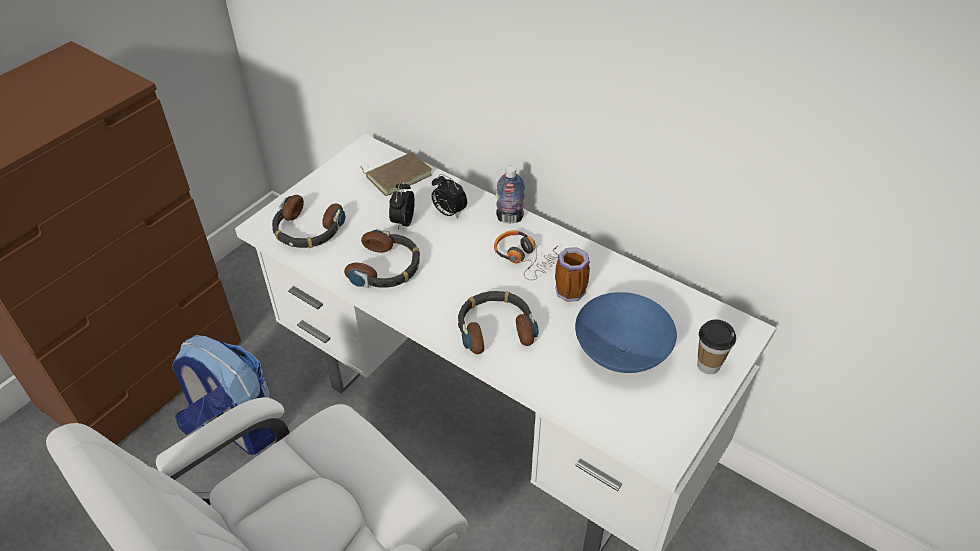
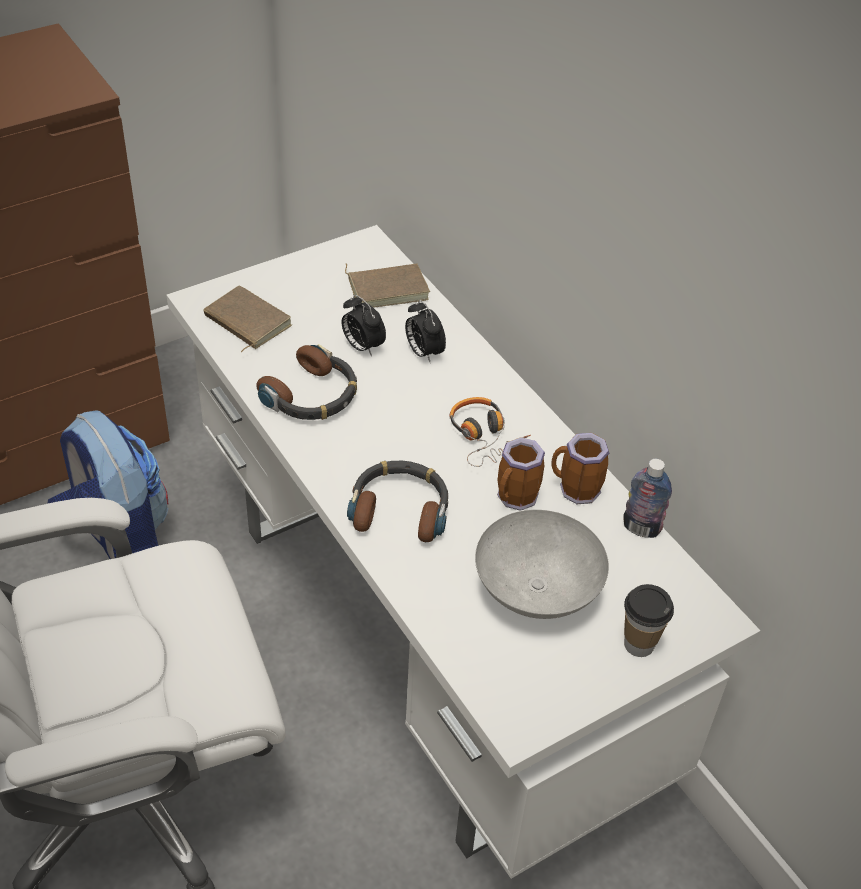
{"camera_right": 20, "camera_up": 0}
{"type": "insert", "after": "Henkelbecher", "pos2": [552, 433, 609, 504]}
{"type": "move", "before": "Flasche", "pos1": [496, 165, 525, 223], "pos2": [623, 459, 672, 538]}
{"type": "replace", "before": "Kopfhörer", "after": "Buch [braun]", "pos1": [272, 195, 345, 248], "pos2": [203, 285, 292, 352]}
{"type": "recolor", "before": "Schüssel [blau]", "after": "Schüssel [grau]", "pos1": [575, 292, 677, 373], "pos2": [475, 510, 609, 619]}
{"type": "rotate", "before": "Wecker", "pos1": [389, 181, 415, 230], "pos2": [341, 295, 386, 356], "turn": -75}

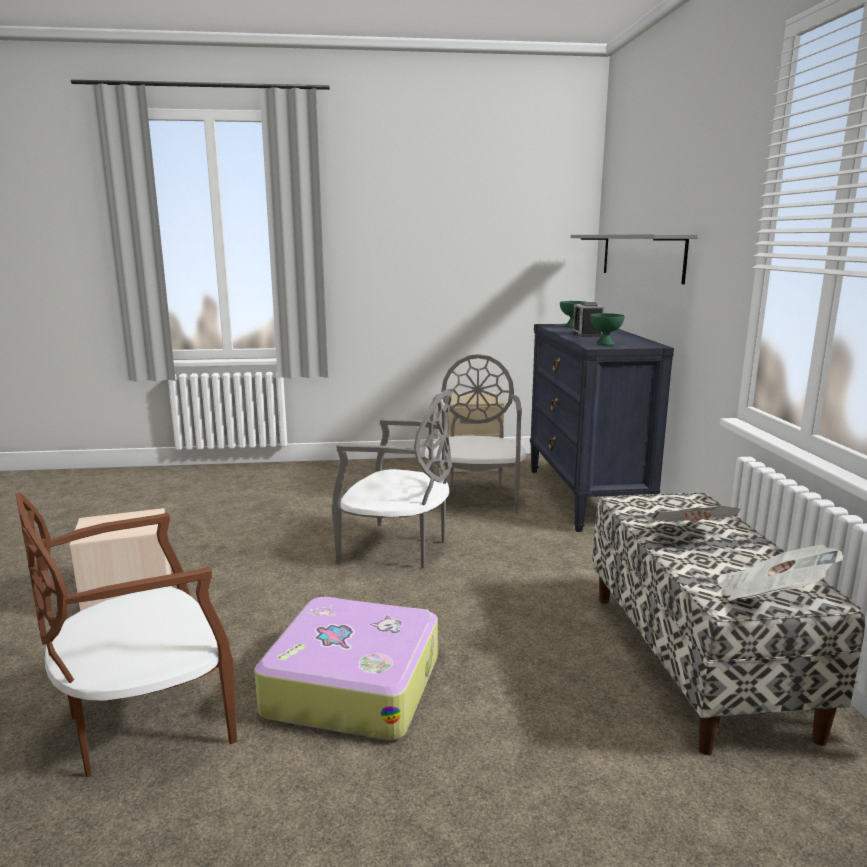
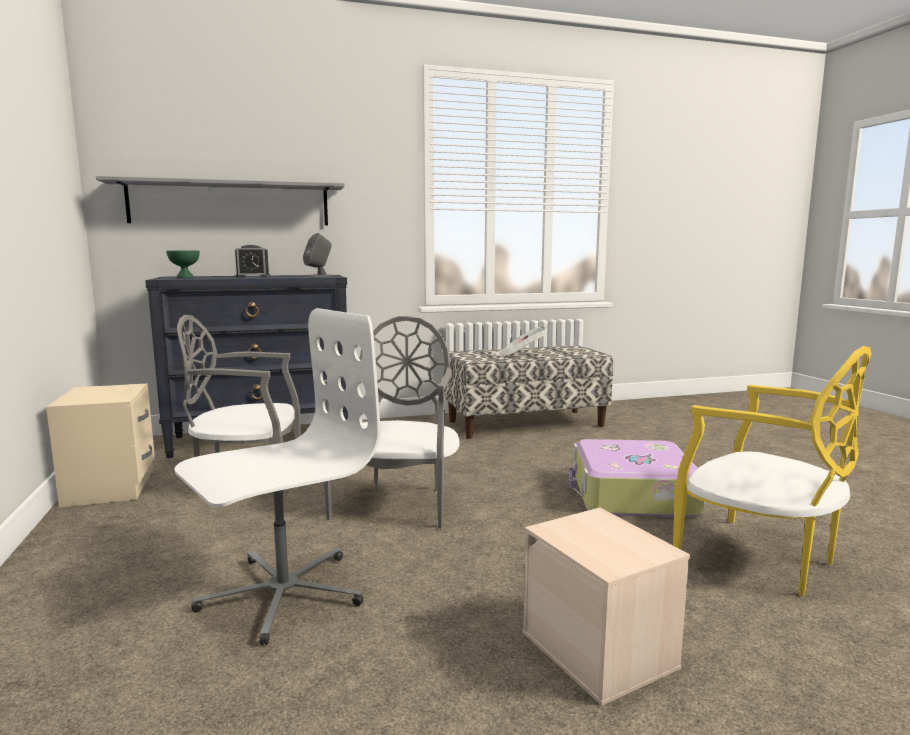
{"camera_right": -100, "camera_up": -5}
{"type": "delete", "before": "Zeitung", "pos1": [717, 545, 843, 601]}
{"type": "insert", "after": "Bürostuhl [weiß]", "pos2": [174, 308, 380, 645]}
{"type": "replace", "before": "Schüssel [grün]", "after": "Lautsprecher [grau]", "pos1": [590, 313, 625, 346], "pos2": [303, 233, 332, 277]}
{"type": "recolor", "before": "Stuhl [braun]", "after": "Stuhl [gelb]", "pos1": [15, 492, 237, 777], "pos2": [673, 346, 871, 596]}

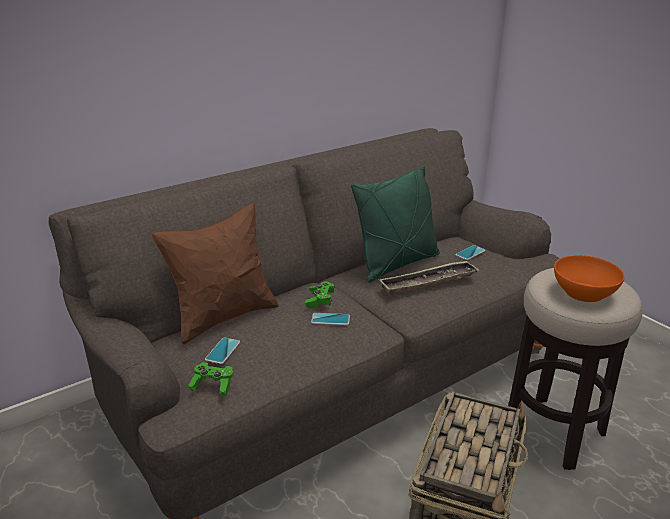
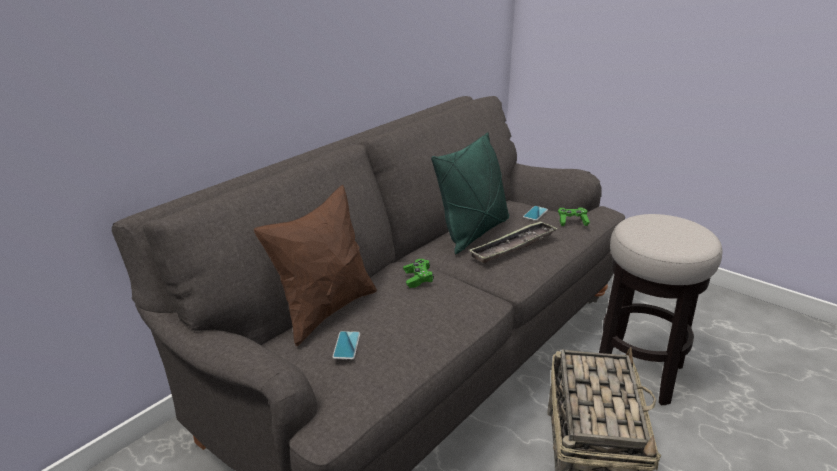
{"camera_right": -15, "camera_up": 0}
{"type": "delete", "before": "Handy", "pos1": [311, 313, 350, 325]}
{"type": "delete", "before": "Schüssel [orange]", "pos1": [554, 255, 625, 302]}
{"type": "move", "before": "Gamepad [grün]", "pos1": [188, 362, 234, 396], "pos2": [558, 207, 590, 226]}

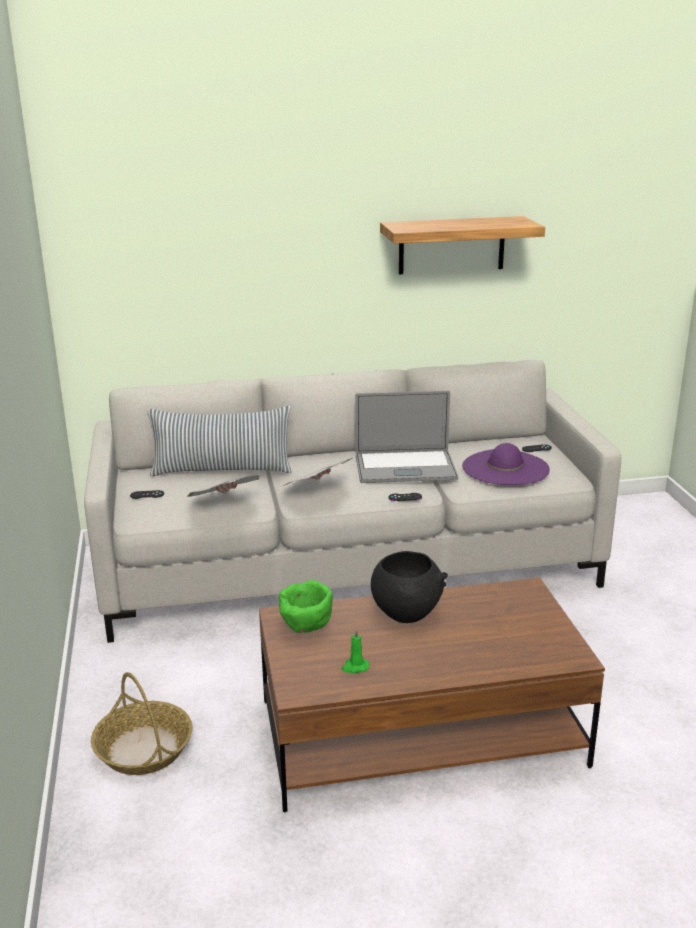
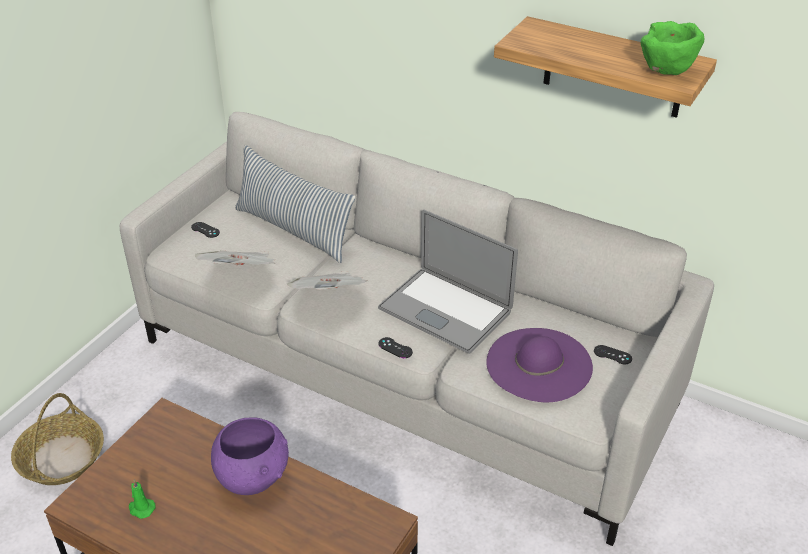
{"camera_right": 40, "camera_up": 15}
{"type": "move", "before": "Schüssel [grün]", "pos1": [279, 580, 333, 633], "pos2": [640, 21, 704, 75]}
{"type": "recolor", "before": "Schüssel [schwarz]", "after": "Schüssel [lila]", "pos1": [371, 551, 448, 623], "pos2": [211, 417, 289, 495]}

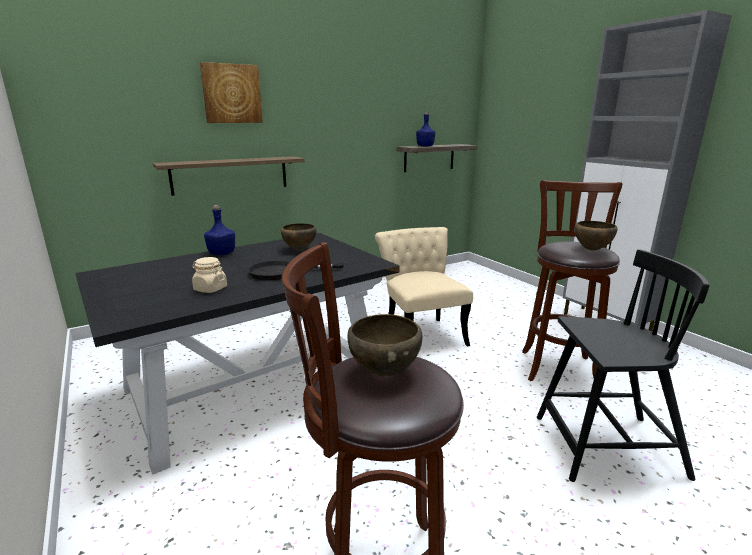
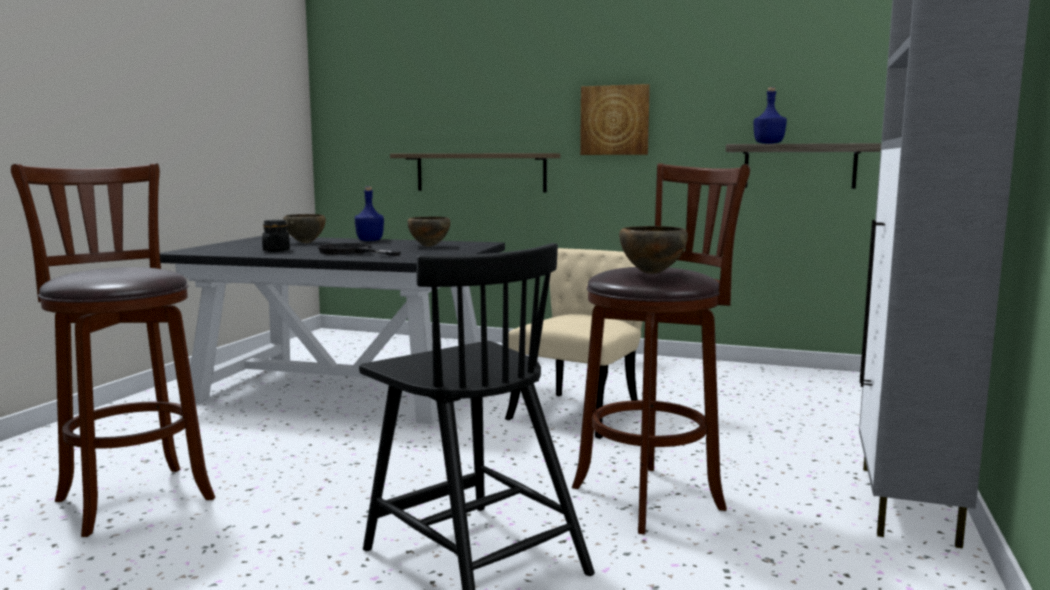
{"camera_right": 50, "camera_up": -10}
{"type": "move", "before": "Bild", "pos1": [200, 62, 263, 123], "pos2": [580, 84, 650, 155]}
{"type": "move", "before": "Schüssel [braun]", "pos1": [348, 314, 422, 376], "pos2": [283, 214, 326, 243]}
{"type": "recolor", "before": "Vorratsglas [beige]", "after": "Vorratsglas [schwarz]", "pos1": [192, 257, 227, 293], "pos2": [262, 220, 290, 252]}

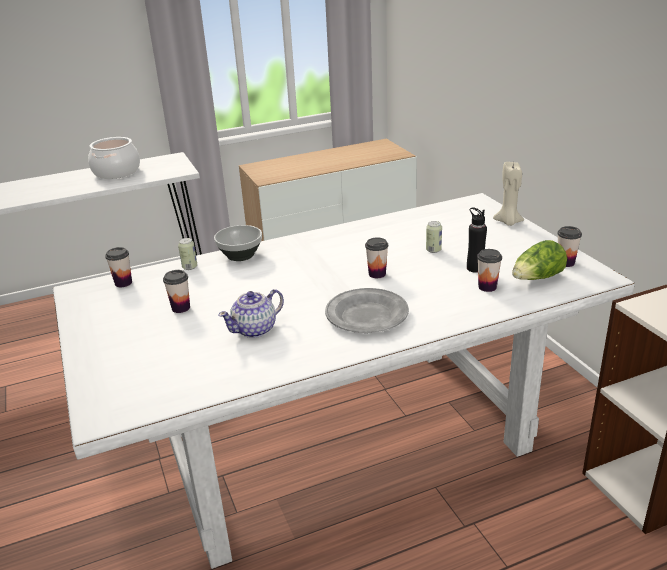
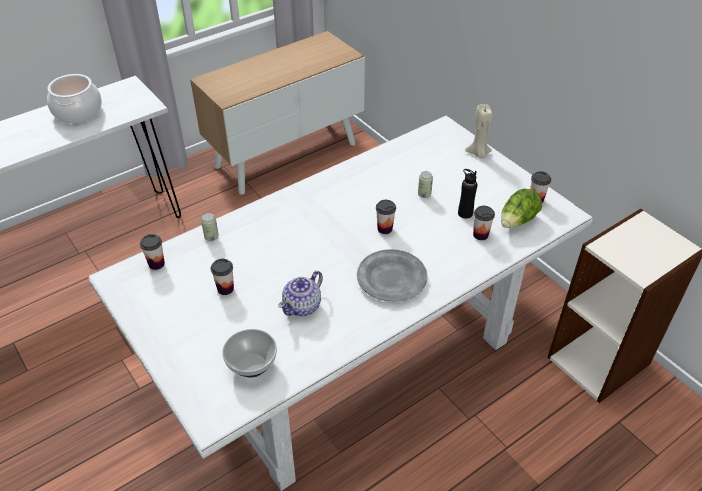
{"camera_right": -15, "camera_up": 15}
{"type": "move", "before": "Schüssel", "pos1": [214, 225, 262, 261], "pos2": [222, 329, 277, 378]}

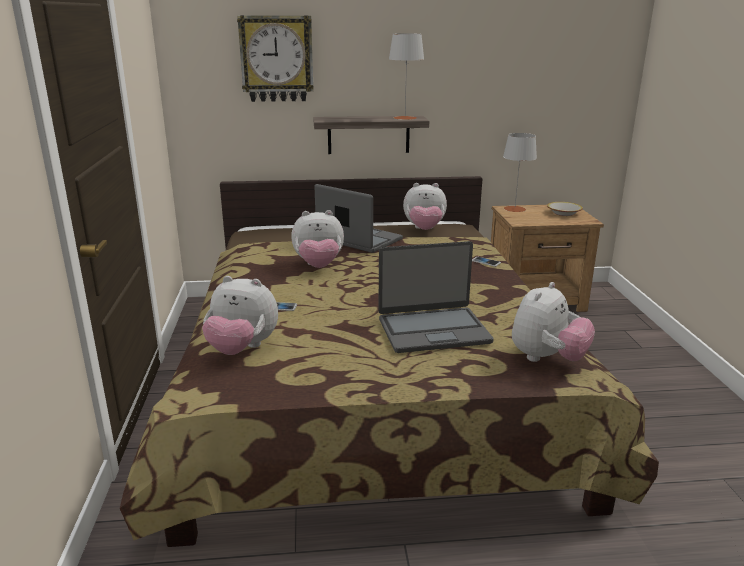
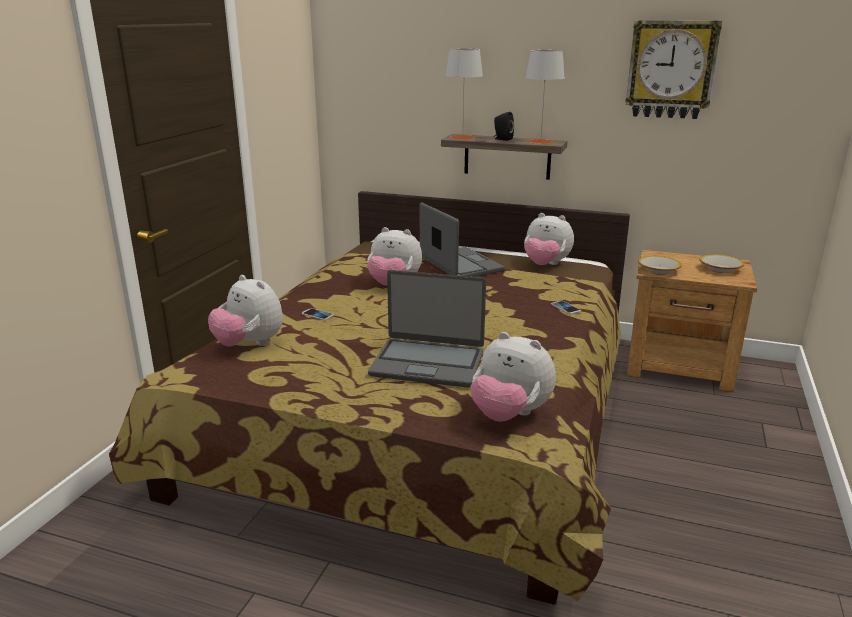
{"camera_right": 25, "camera_up": 0}
{"type": "insert", "after": "Lautsprecher [schwarz]", "pos2": [493, 112, 514, 141]}
{"type": "insert", "after": "Schüssel", "pos2": [638, 256, 682, 275]}
{"type": "move", "before": "Wanduhr", "pos1": [237, 15, 314, 102], "pos2": [626, 20, 722, 119]}
{"type": "move", "before": "Tischlampe [grau]", "pos1": [503, 133, 537, 212], "pos2": [445, 49, 483, 139]}
{"type": "rotate", "before": "Plüschtier", "pos1": [512, 282, 595, 362], "pos2": [471, 332, 556, 422], "turn": 60}

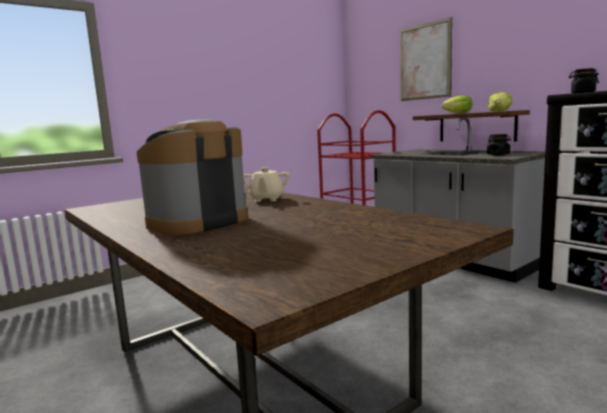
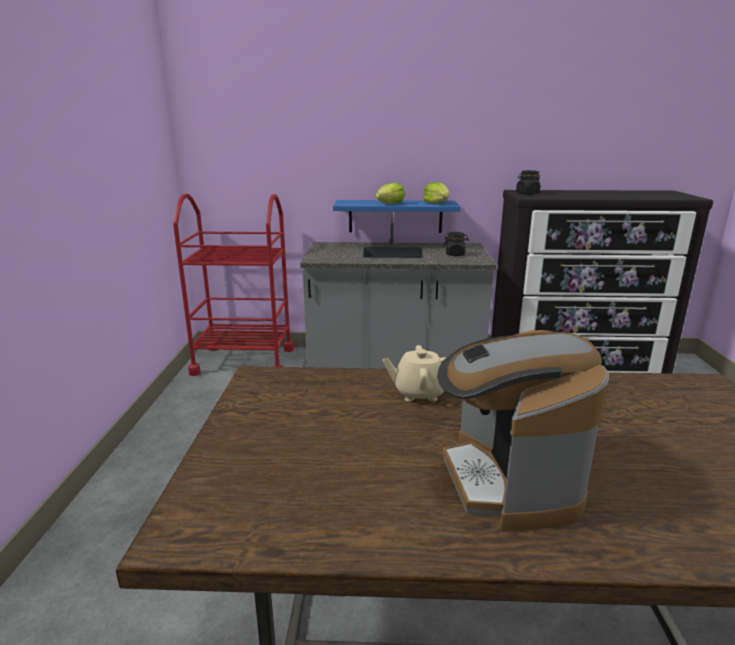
{"camera_right": -50, "camera_up": 10}
{"type": "delete", "before": "Bild", "pos1": [400, 17, 452, 101]}
{"type": "recolor", "before": "Wandregal [braun]", "after": "Wandregal [blau]", "pos1": [413, 110, 530, 141], "pos2": [333, 200, 460, 233]}
{"type": "rotate", "before": "Teekanne [beige]", "pos1": [243, 167, 290, 202], "pos2": [383, 345, 447, 402], "turn": 135}

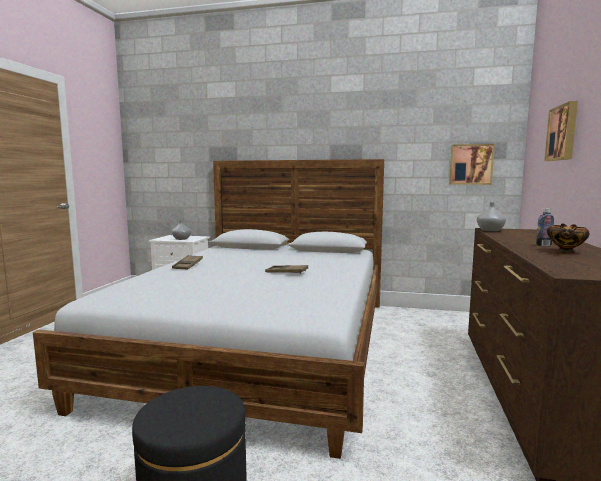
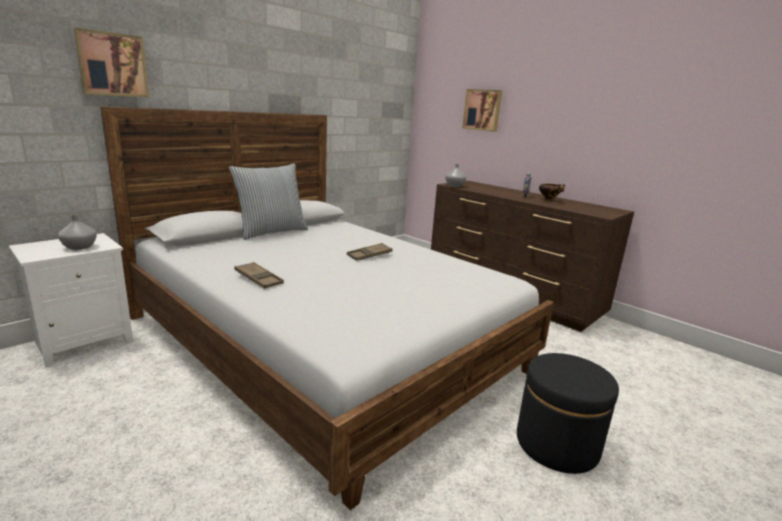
{"camera_right": -60, "camera_up": 10}
{"type": "insert", "after": "Kissen", "pos2": [229, 163, 308, 240]}
{"type": "move", "before": "Bild", "pos1": [449, 144, 495, 185], "pos2": [73, 28, 149, 97]}

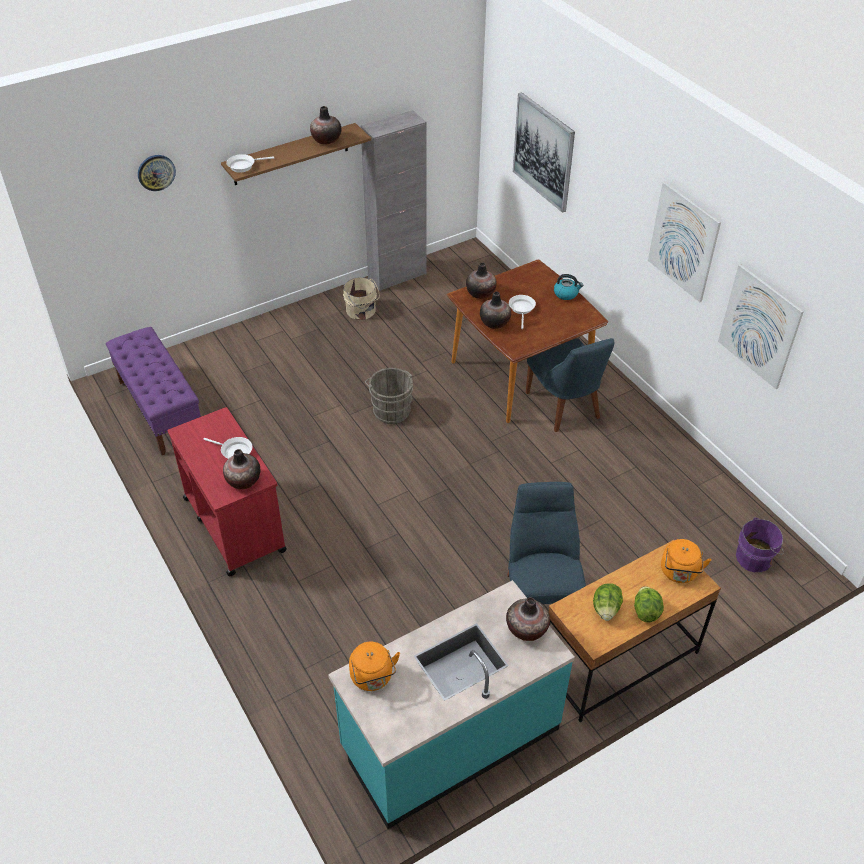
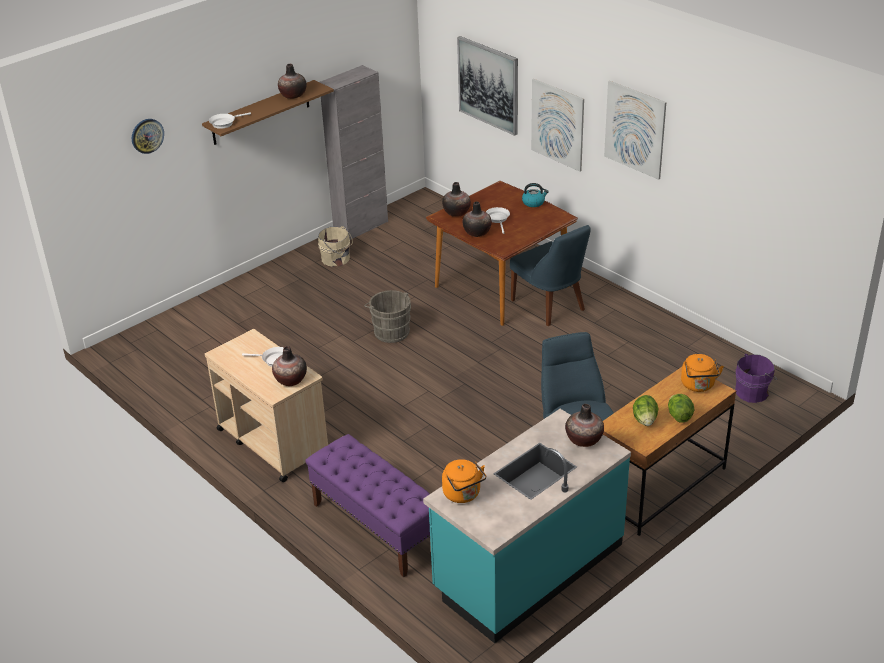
{"camera_right": -10, "camera_up": -10}
{"type": "move", "before": "Bank [lila]", "pos1": [106, 327, 201, 455], "pos2": [305, 434, 430, 577]}
{"type": "move", "before": "Bild", "pos1": [718, 264, 804, 389], "pos2": [531, 79, 584, 172]}
{"type": "recolor", "before": "Rollwagen [rot]", "after": "Rollwagen [beige]", "pos1": [167, 407, 287, 576], "pos2": [205, 329, 328, 482]}

